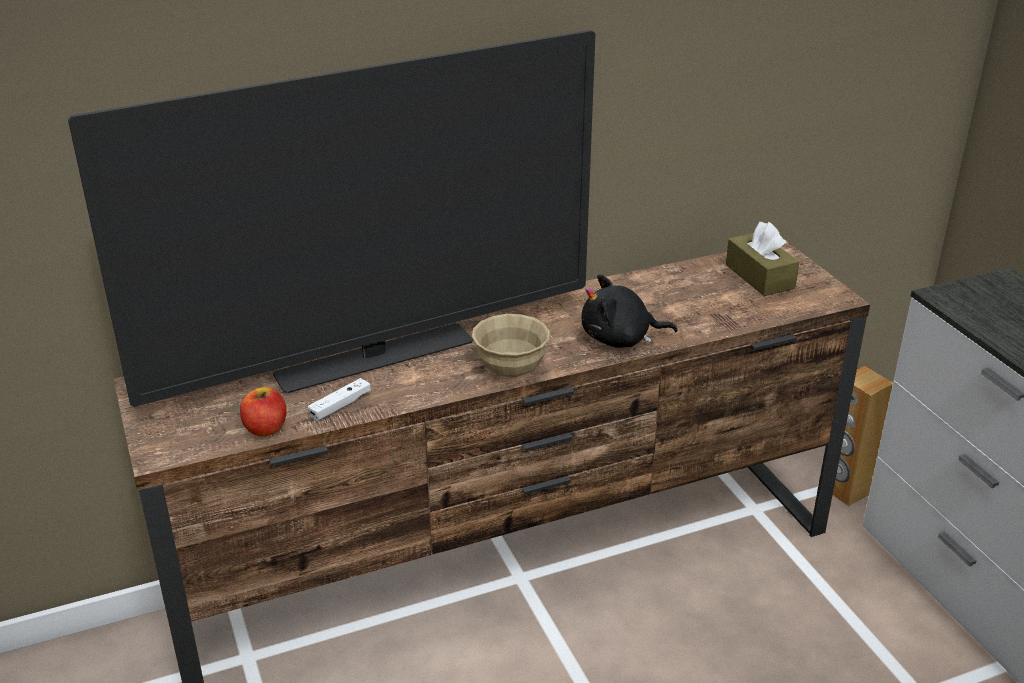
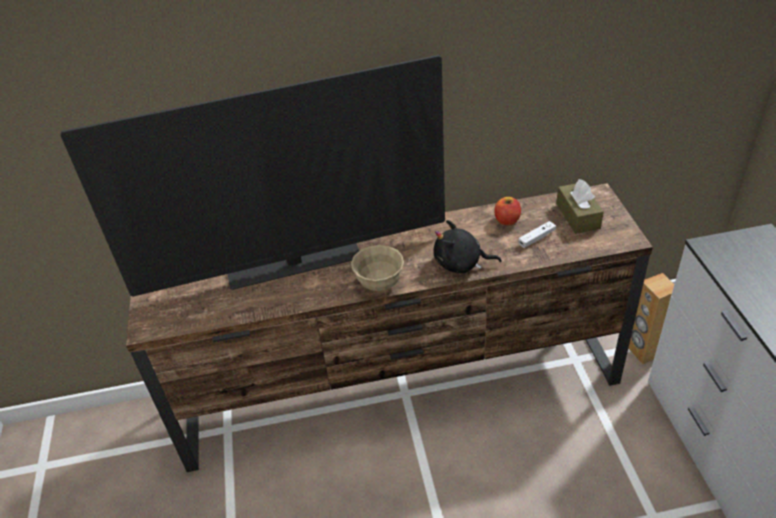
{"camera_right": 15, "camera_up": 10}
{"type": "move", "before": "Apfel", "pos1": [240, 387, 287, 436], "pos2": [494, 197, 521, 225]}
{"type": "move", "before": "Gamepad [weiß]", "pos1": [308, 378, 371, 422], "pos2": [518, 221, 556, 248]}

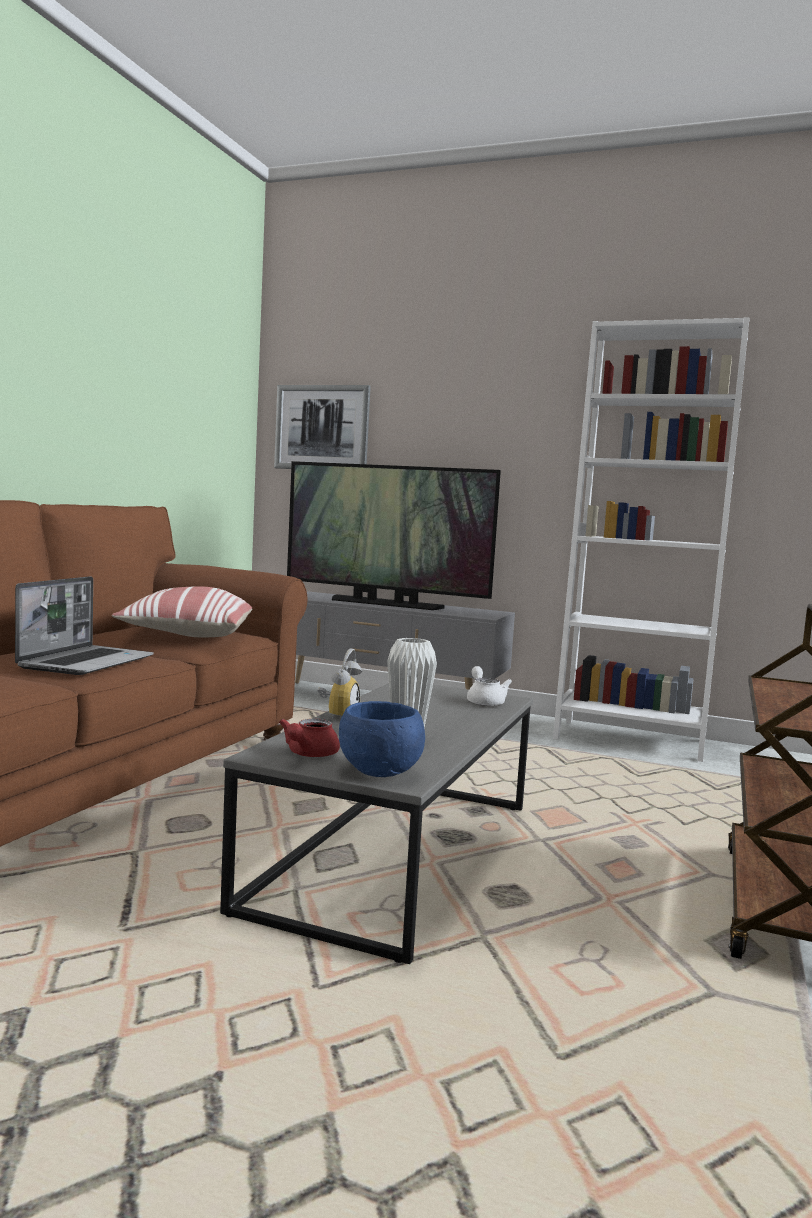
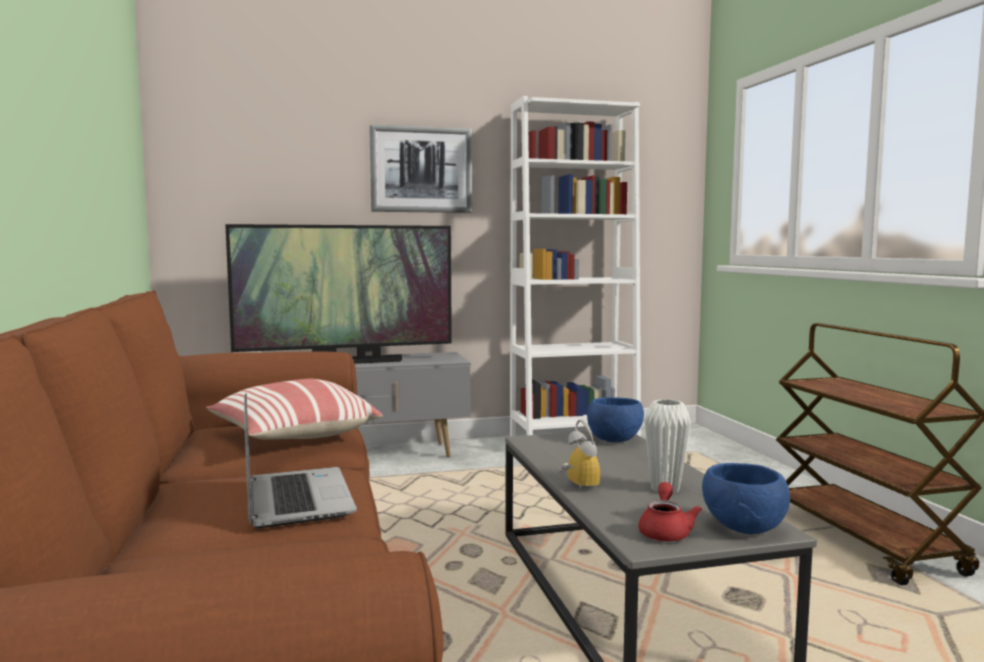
{"camera_right": -35, "camera_up": 0}
{"type": "move", "before": "Bild", "pos1": [274, 385, 371, 469], "pos2": [370, 124, 472, 213]}
{"type": "replace", "before": "Teekanne [weiß]", "after": "Schüssel [blau]", "pos1": [467, 666, 512, 706], "pos2": [587, 397, 644, 442]}
{"type": "rotate", "before": "Teekanne [rot]", "pos1": [279, 719, 340, 757], "pos2": [639, 482, 702, 541], "turn": -150}

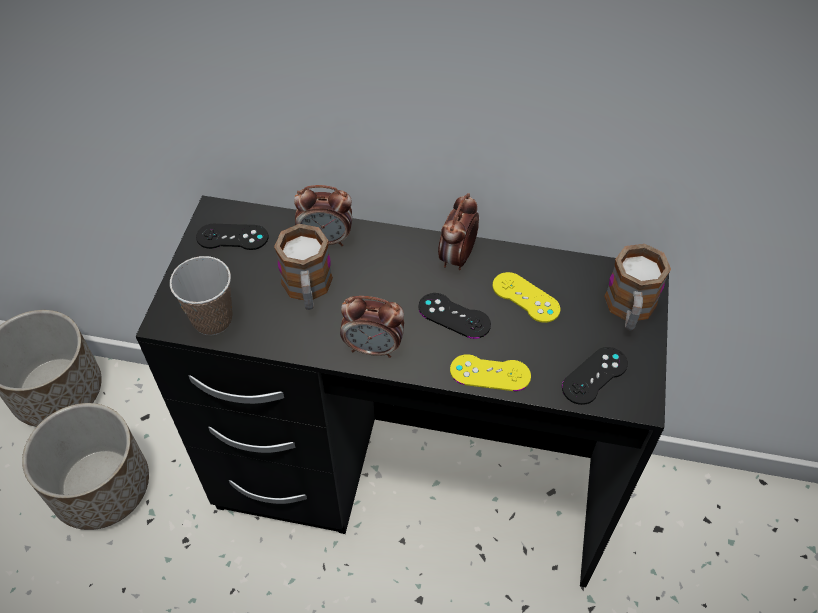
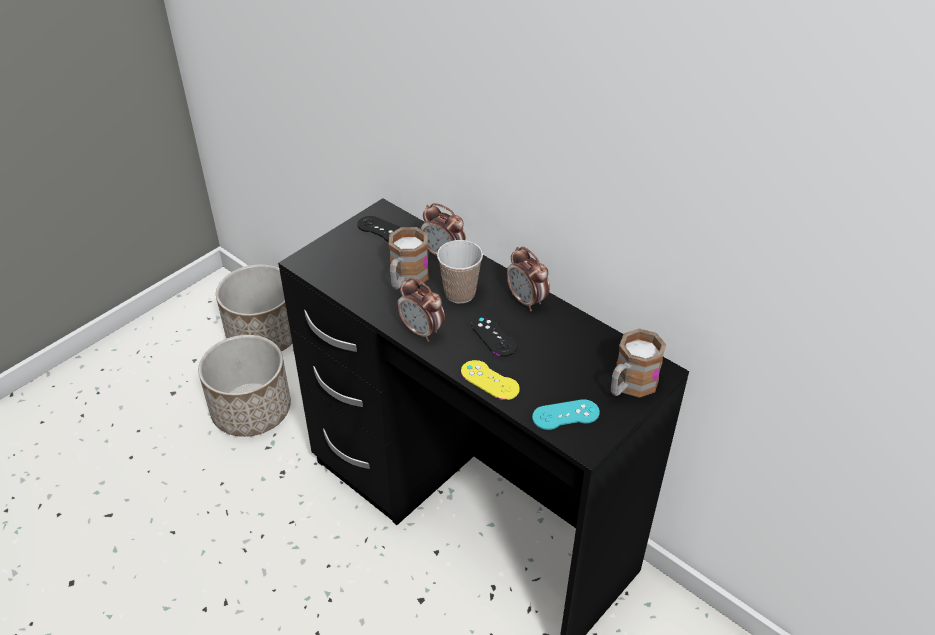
{"camera_right": 30, "camera_up": -10}
{"type": "delete", "before": "Gamepad [gelb]", "pos1": [493, 272, 560, 323]}
{"type": "move", "before": "Tasse", "pos1": [170, 256, 232, 336], "pos2": [437, 240, 483, 303]}
{"type": "recolor", "before": "Gamepad [schwarz]", "after": "Gamepad [türkis]", "pos1": [562, 347, 628, 405], "pos2": [532, 399, 600, 430]}
{"type": "rotate", "before": "Wecker", "pos1": [438, 193, 479, 270], "pos2": [506, 247, 550, 311], "turn": -90}

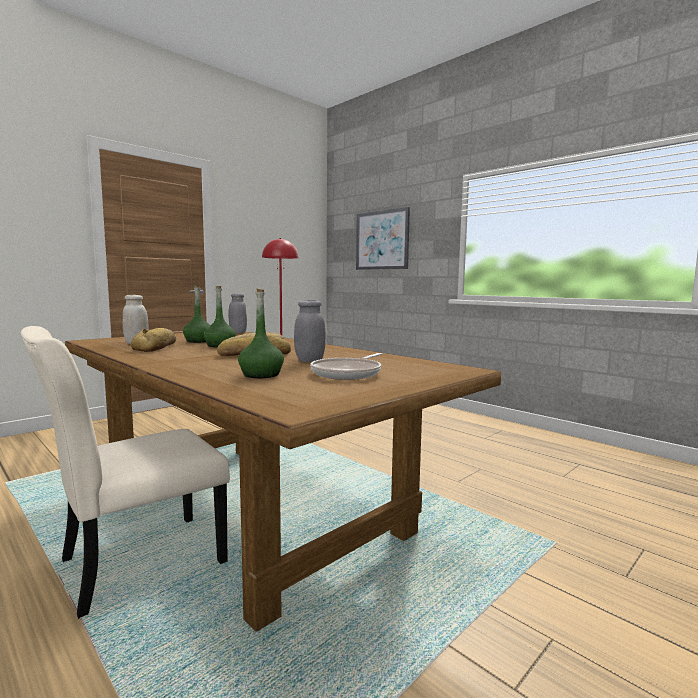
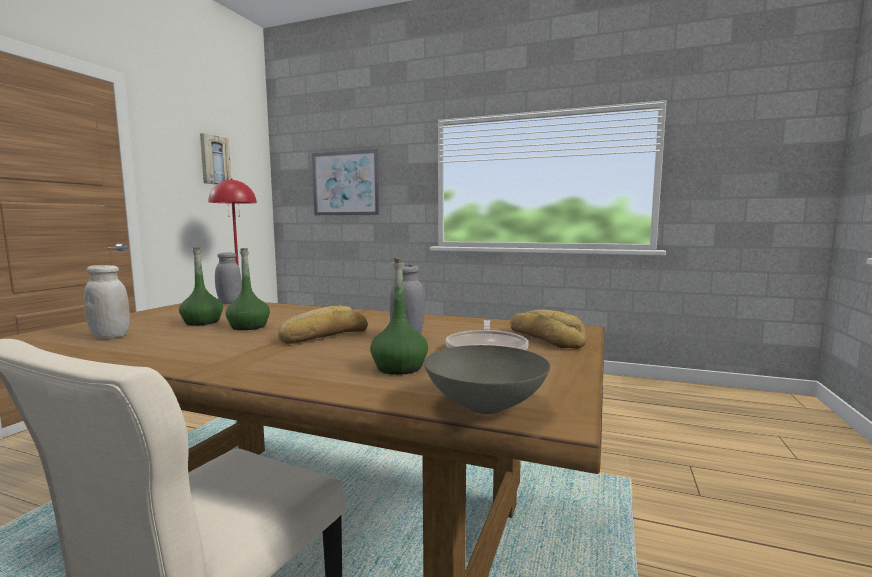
{"camera_right": -25, "camera_up": 0}
{"type": "insert", "after": "Bild", "pos2": [200, 133, 231, 185]}
{"type": "insert", "after": "Schüssel [grau]", "pos2": [424, 345, 550, 414]}
{"type": "move", "before": "Brot", "pos1": [131, 328, 176, 352], "pos2": [510, 310, 587, 349]}

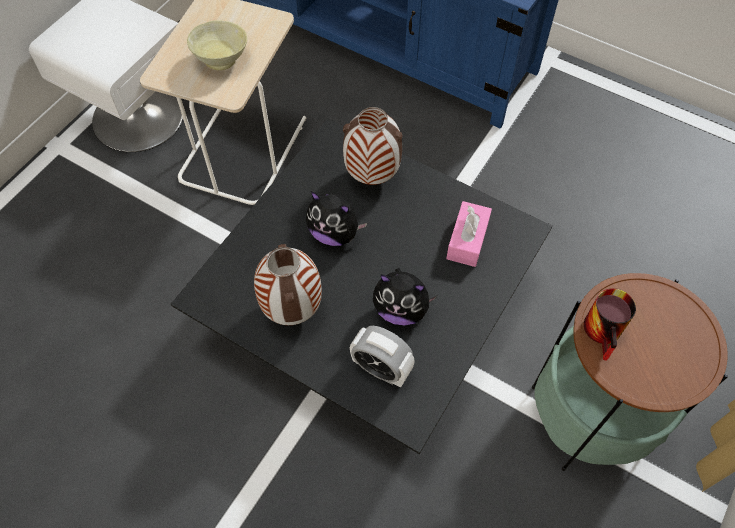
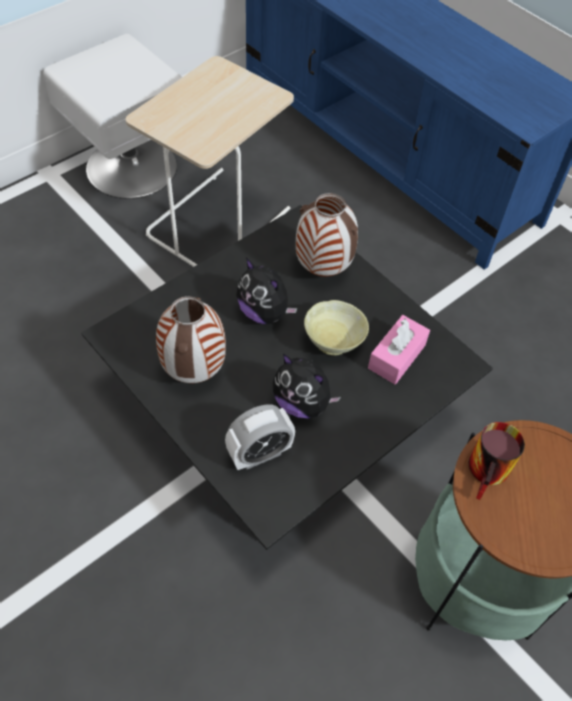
{"camera_right": 15, "camera_up": -5}
{"type": "move", "before": "Schüssel [beige]", "pos1": [187, 20, 247, 70], "pos2": [304, 300, 369, 356]}
{"type": "rotate", "before": "Wecker", "pos1": [350, 326, 415, 387], "pos2": [225, 404, 295, 470], "turn": -75}

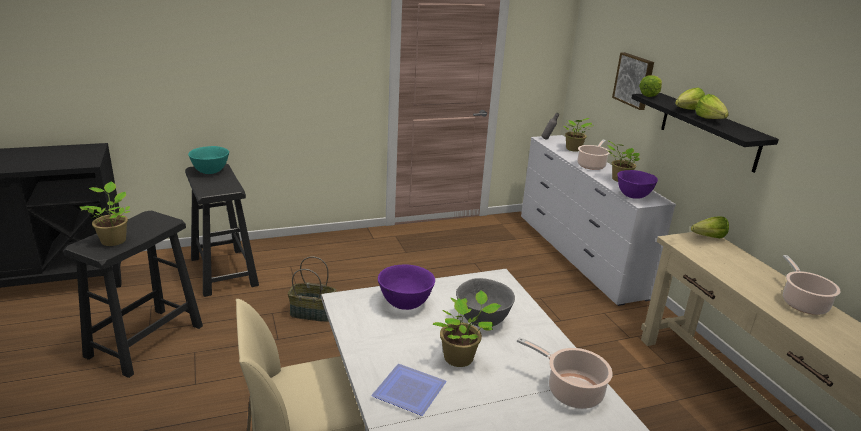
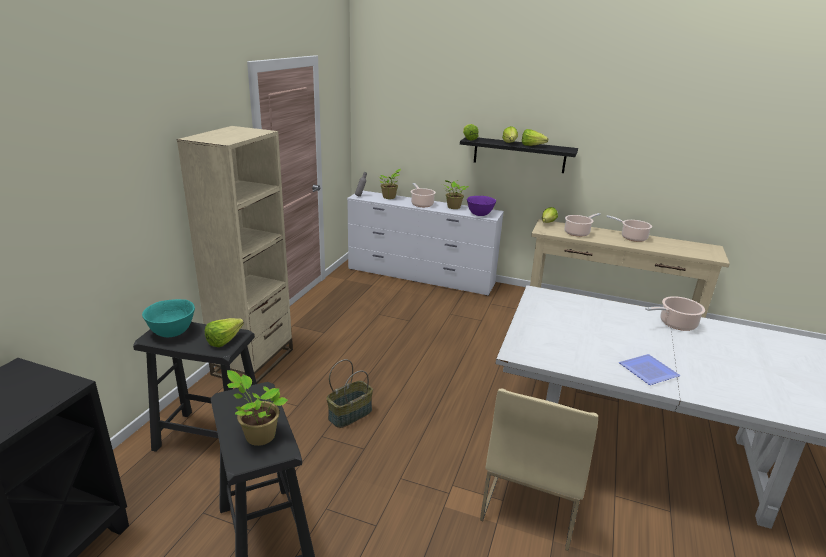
{"camera_right": -50, "camera_up": 0}
{"type": "delete", "before": "Schüssel [lila]", "pos1": [378, 264, 435, 310]}
{"type": "delete", "before": "Topfpflanze", "pos1": [432, 290, 501, 367]}
{"type": "delete", "before": "Schüssel [grau]", "pos1": [456, 278, 515, 327]}
{"type": "delete", "before": "Bild", "pos1": [612, 52, 654, 110]}
{"type": "insert", "after": "Bücherregal [beige]", "pos2": [177, 126, 293, 383]}
{"type": "insert", "after": "Salatkopf", "pos2": [205, 318, 244, 347]}
{"type": "insert", "after": "Kochtopf", "pos2": [564, 213, 601, 237]}

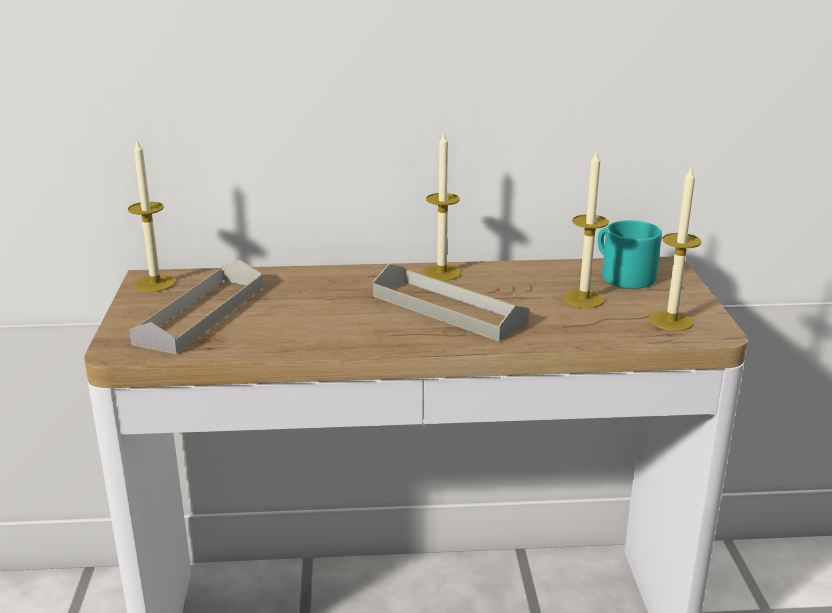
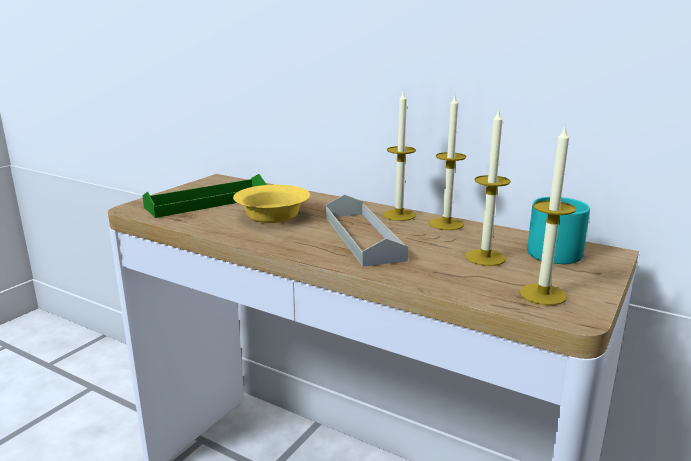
{"camera_right": 35, "camera_up": -5}
{"type": "insert", "after": "Schüssel [gelb]", "pos2": [233, 185, 310, 223]}
{"type": "move", "before": "Kerze", "pos1": [128, 141, 176, 292], "pos2": [429, 96, 466, 230]}
{"type": "recolor", "before": "Tablett [grau]", "after": "Tablett [grün]", "pos1": [129, 260, 263, 354], "pos2": [143, 174, 267, 218]}

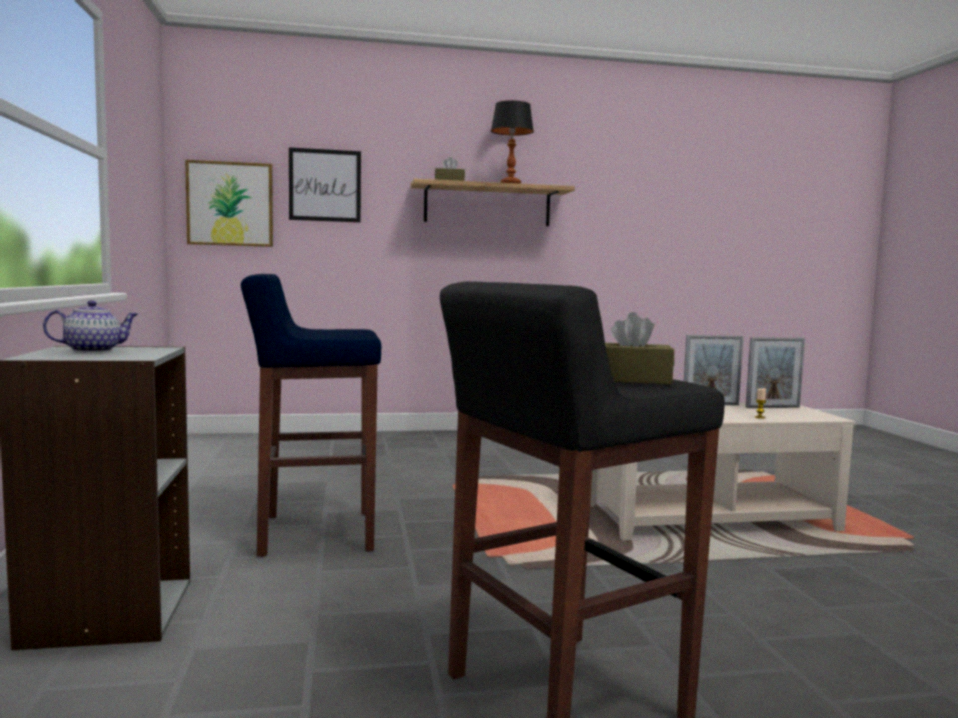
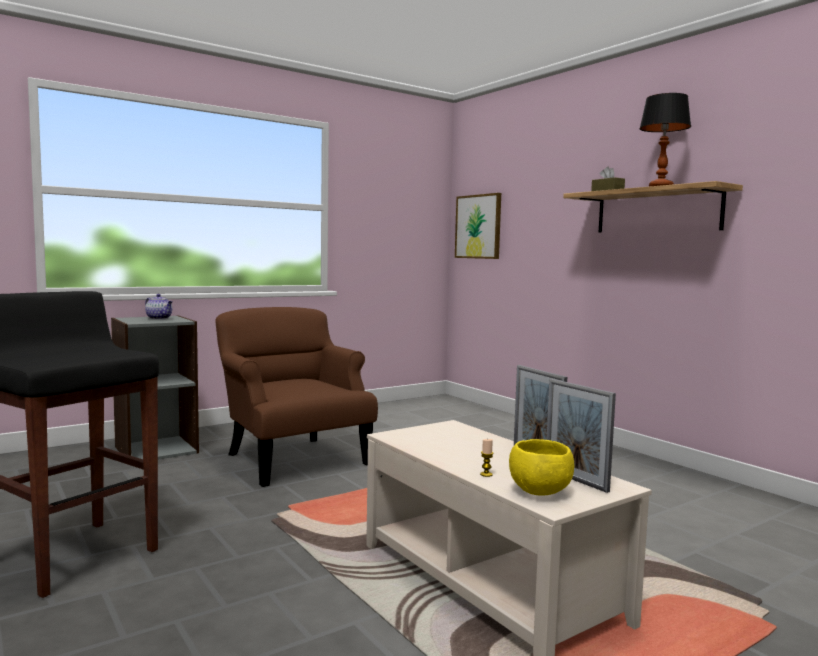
{"camera_right": 65, "camera_up": 0}
{"type": "delete", "before": "Bild", "pos1": [289, 147, 361, 223]}
{"type": "delete", "before": "Taschentuchbox [braun]", "pos1": [605, 312, 674, 384]}
{"type": "insert", "after": "Schüssel [gelb]", "pos2": [509, 439, 574, 496]}
{"type": "replace", "before": "Hocker [blau]", "after": "Sessel [braun]", "pos1": [241, 274, 381, 557], "pos2": [215, 307, 378, 487]}

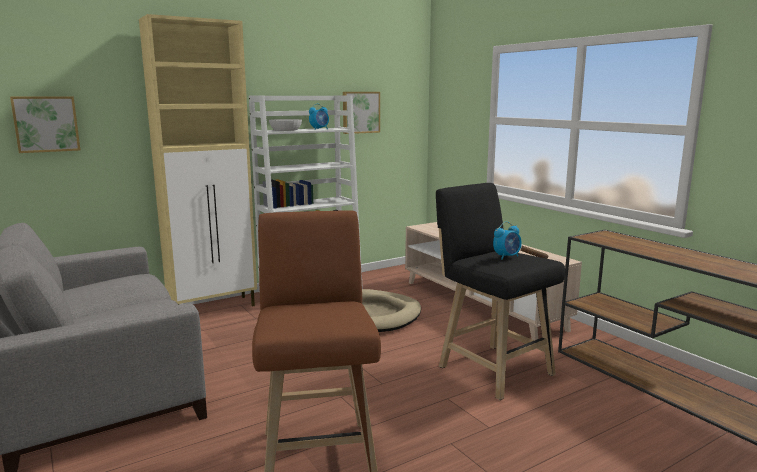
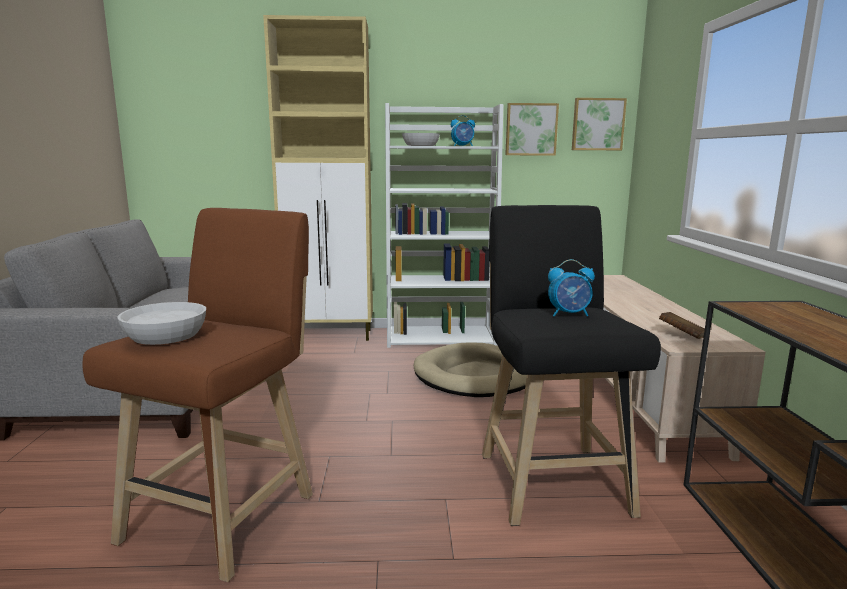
{"camera_right": 30, "camera_up": 0}
{"type": "insert", "after": "Schüssel [weiß]", "pos2": [118, 302, 206, 345]}
{"type": "move", "before": "Bild", "pos1": [10, 96, 80, 153], "pos2": [572, 98, 627, 150]}

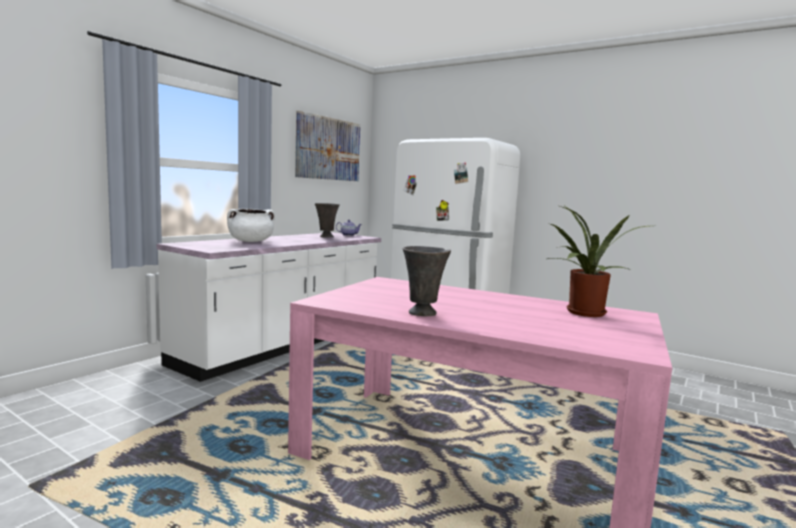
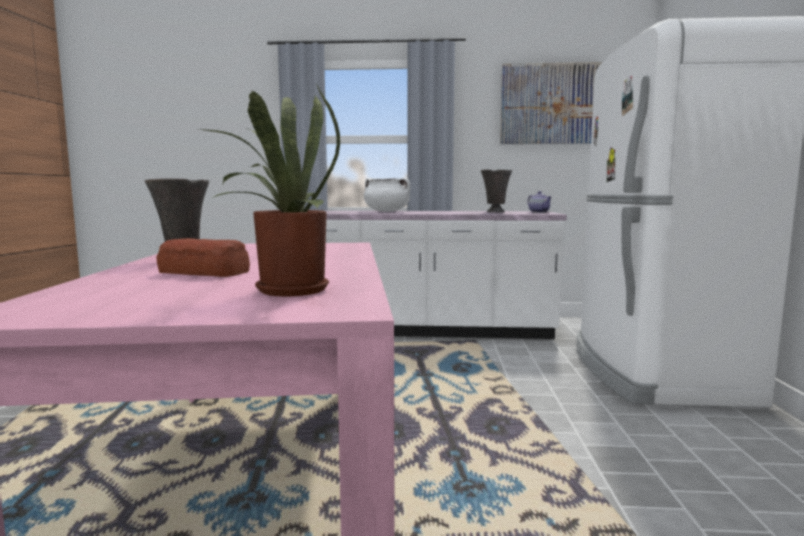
{"camera_right": 60, "camera_up": 0}
{"type": "insert", "after": "Brot", "pos2": [156, 238, 250, 277]}

